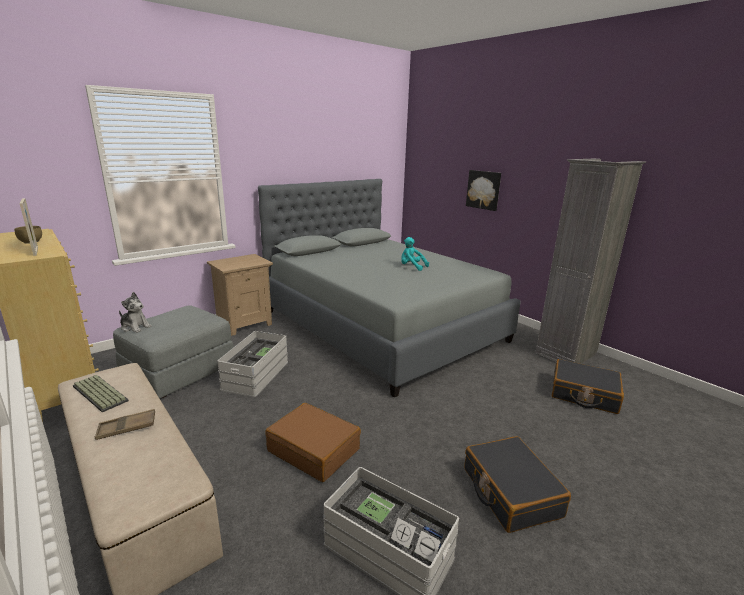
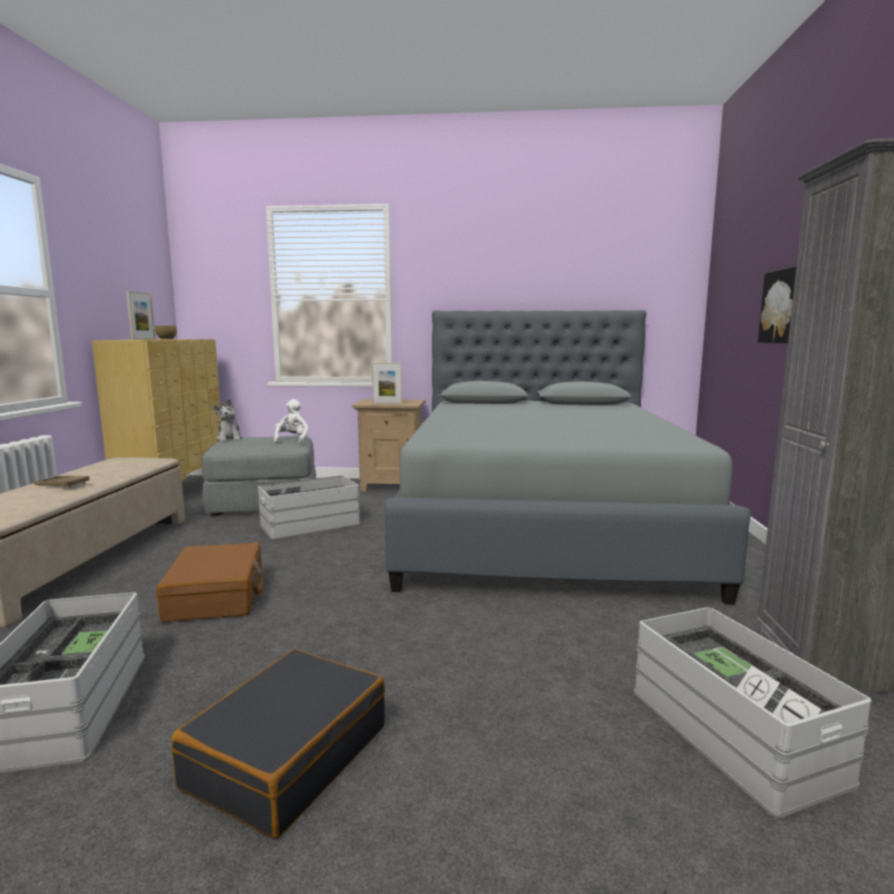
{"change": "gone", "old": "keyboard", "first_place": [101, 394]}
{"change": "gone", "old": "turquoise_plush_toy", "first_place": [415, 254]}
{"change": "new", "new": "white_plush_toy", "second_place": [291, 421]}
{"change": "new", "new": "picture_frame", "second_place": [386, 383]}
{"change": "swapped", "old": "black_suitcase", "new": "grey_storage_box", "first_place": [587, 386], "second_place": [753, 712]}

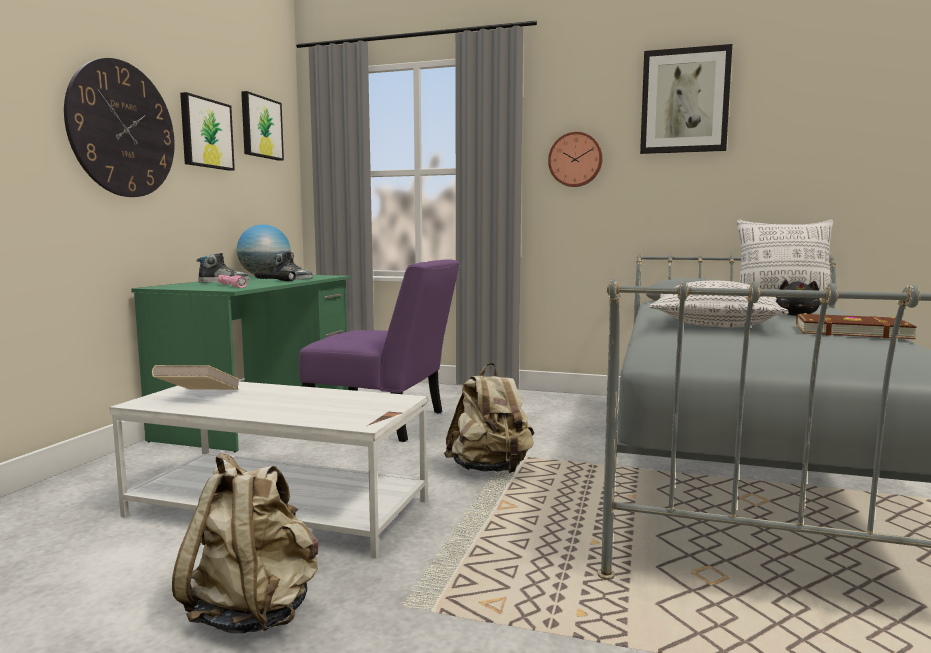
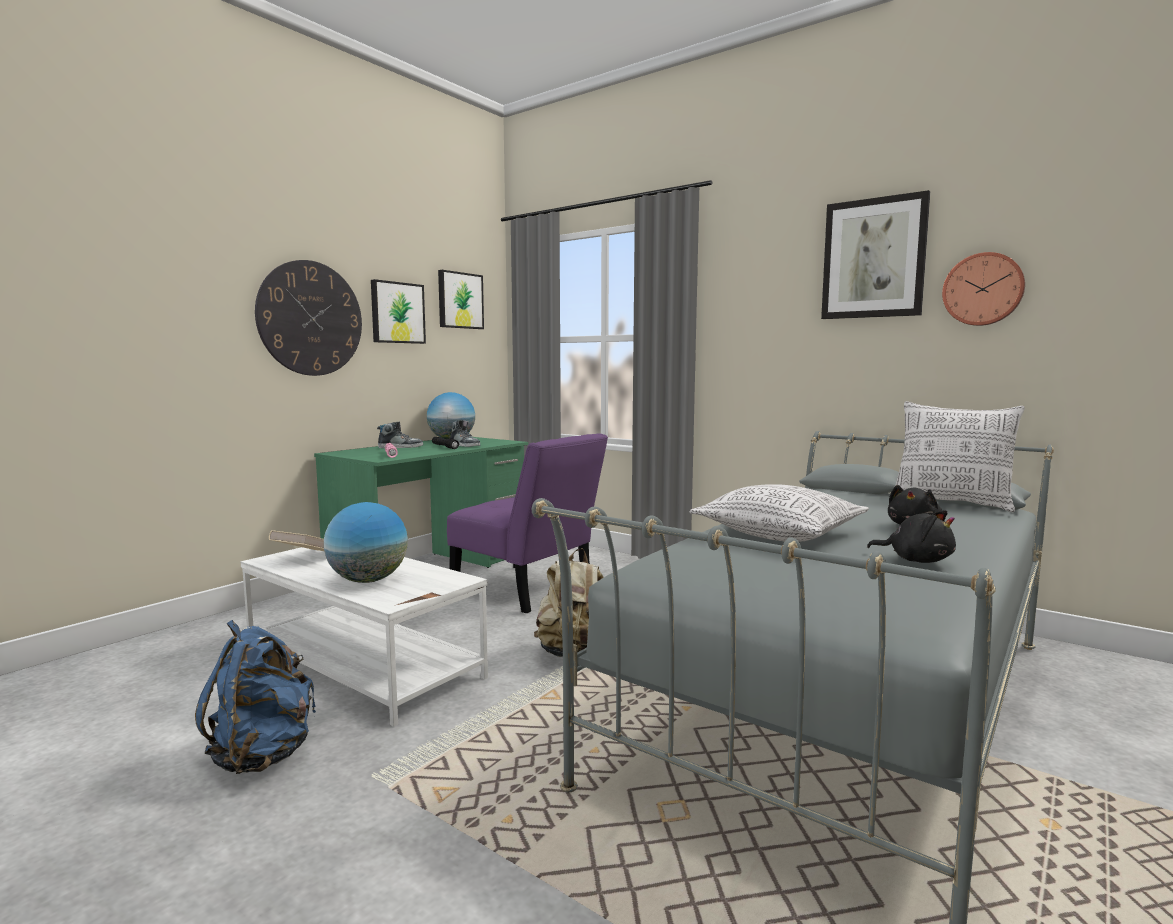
{"change": "new", "new": "globe", "second_place": [366, 542]}
{"change": "shifted", "old": "wall_clock", "first_place": [575, 159], "second_place": [983, 289]}
{"change": "swapped", "old": "brown_book", "new": "black_plush_toy", "first_place": [856, 326], "second_place": [911, 536]}
{"change": "repainted", "old": "beige_backpack", "new": "blue_backpack", "first_place": [245, 543], "second_place": [255, 697]}

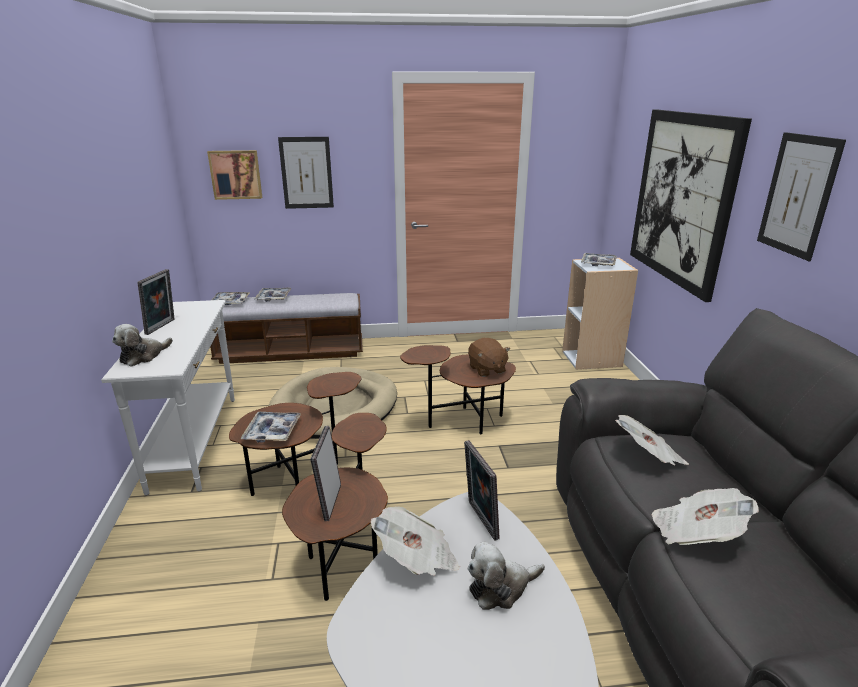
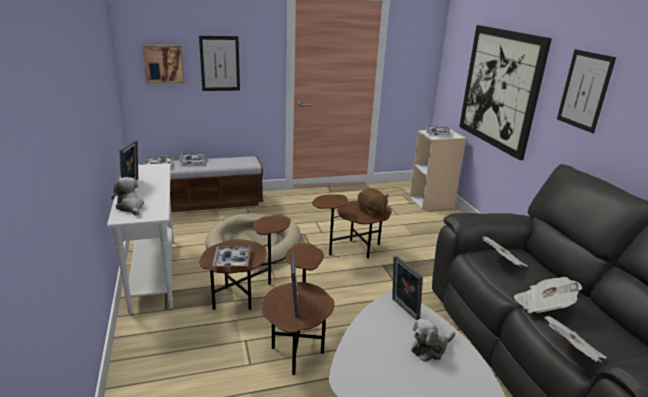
{"change": "shifted", "old": "newspaper", "first_place": [415, 541], "second_place": [576, 339]}
{"change": "rotated", "old": "plush_toy", "first_place": [142, 345], "second_place": [128, 196], "degrees": 120}

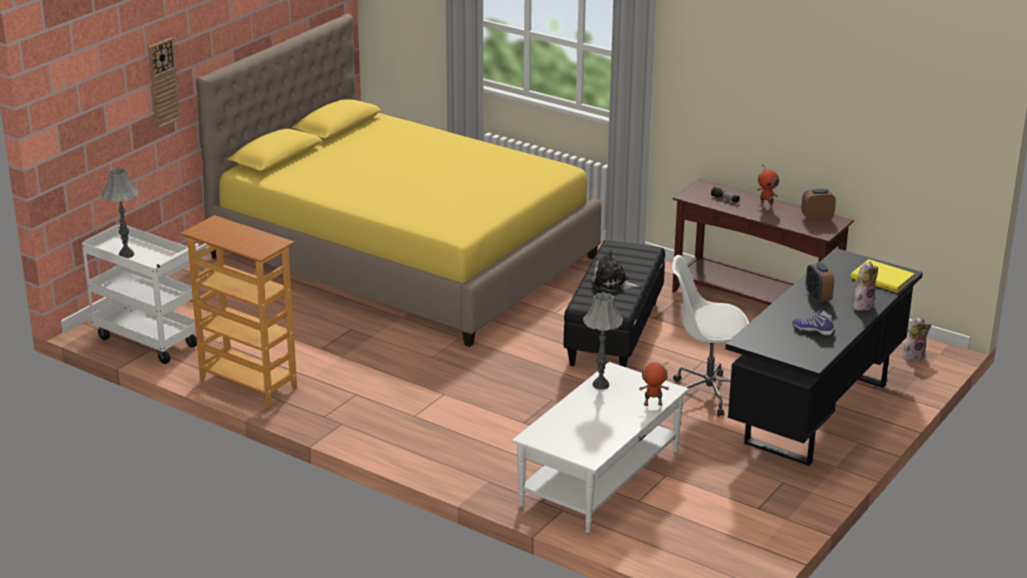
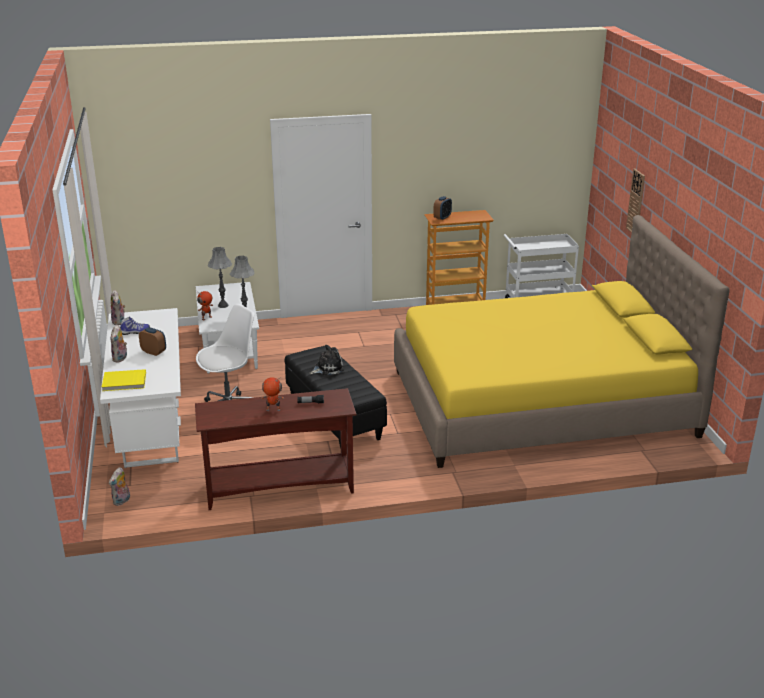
{"change": "new", "new": "plush_toy", "second_place": [118, 307]}
{"change": "shifted", "old": "grey_table_lamp", "first_place": [120, 213], "second_place": [220, 277]}
{"change": "shifted", "old": "alarm_clock", "first_place": [818, 205], "second_place": [442, 208]}
{"change": "repainted", "old": "black_desk", "new": "white_desk", "first_place": [824, 357], "second_place": [140, 388]}

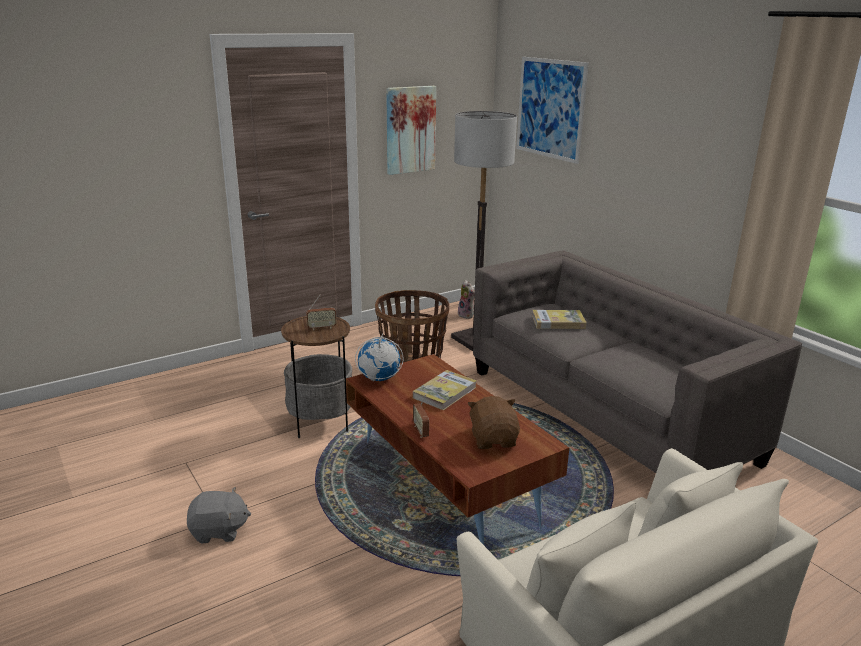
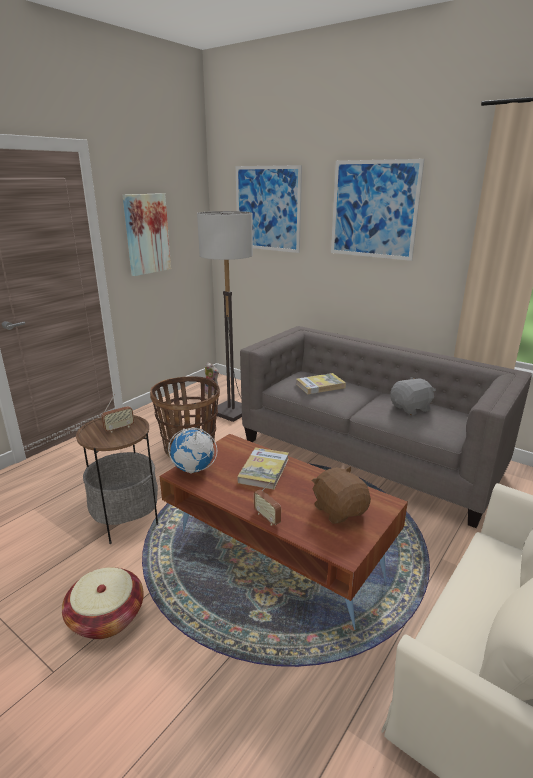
{"change": "new", "new": "basket", "second_place": [103, 603]}
{"change": "new", "new": "picture", "second_place": [378, 210]}
{"change": "shifted", "old": "grey_plush_toy", "first_place": [219, 515], "second_place": [413, 396]}

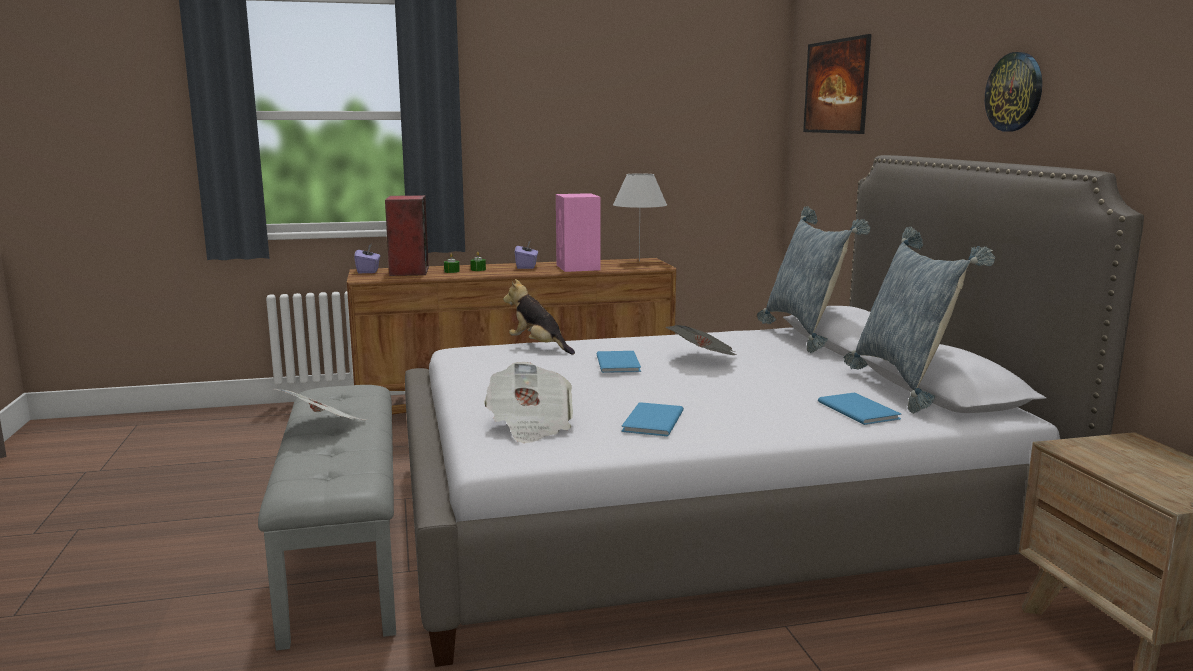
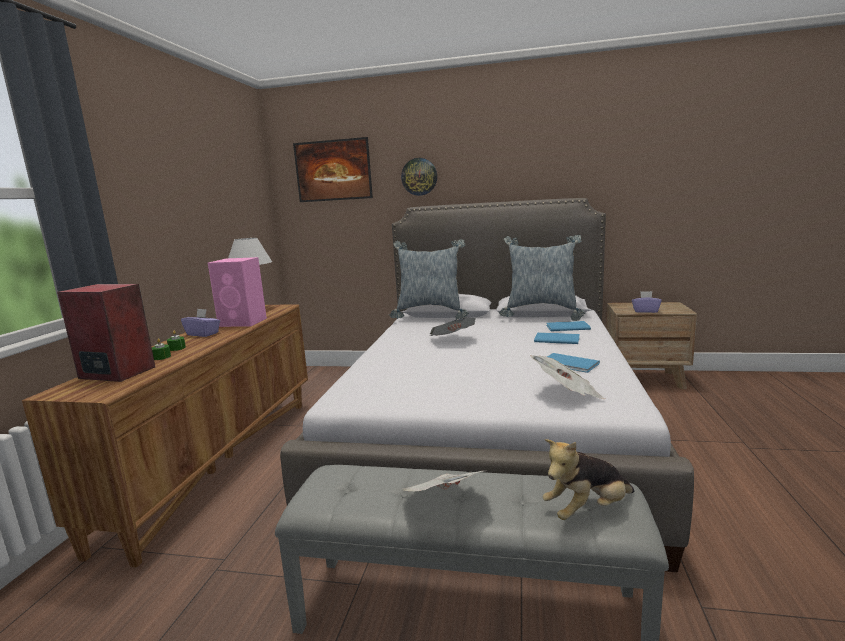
{"change": "shifted", "old": "purple_tissue_box", "first_place": [367, 258], "second_place": [647, 302]}
{"change": "shifted", "old": "plush_toy", "first_place": [539, 317], "second_place": [588, 479]}
{"change": "shifted", "old": "blue_book", "first_place": [618, 362], "second_place": [557, 338]}
{"change": "shifted", "old": "wall_clock", "first_place": [1013, 91], "second_place": [419, 177]}

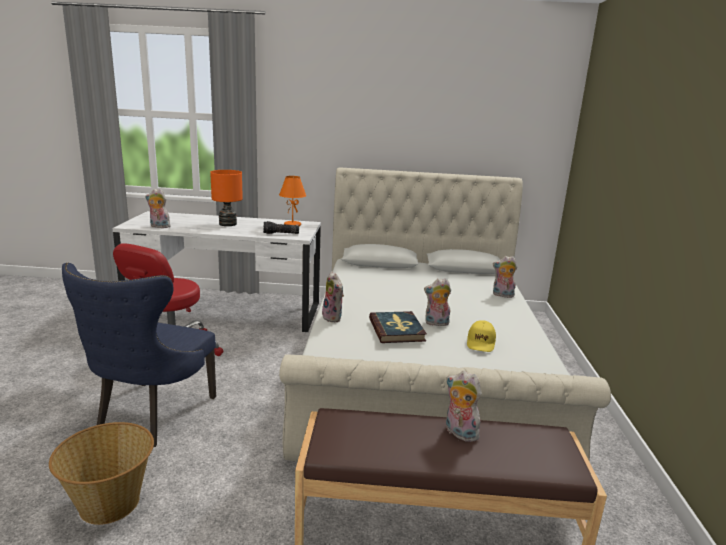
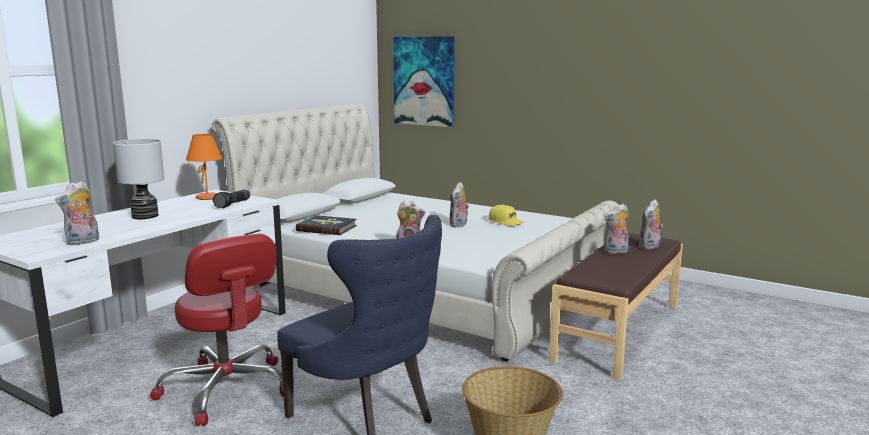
{"change": "new", "new": "picture", "second_place": [423, 82]}
{"change": "shifted", "old": "book", "first_place": [398, 327], "second_place": [326, 225]}
{"change": "shifted", "old": "plush_toy", "first_place": [505, 277], "second_place": [650, 224]}
{"change": "repainted", "old": "orange_table_lamp", "new": "grey_table_lamp", "first_place": [226, 198], "second_place": [138, 179]}

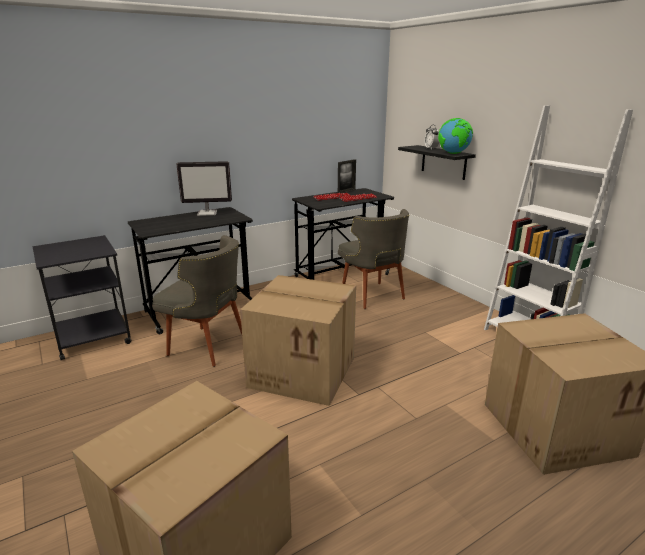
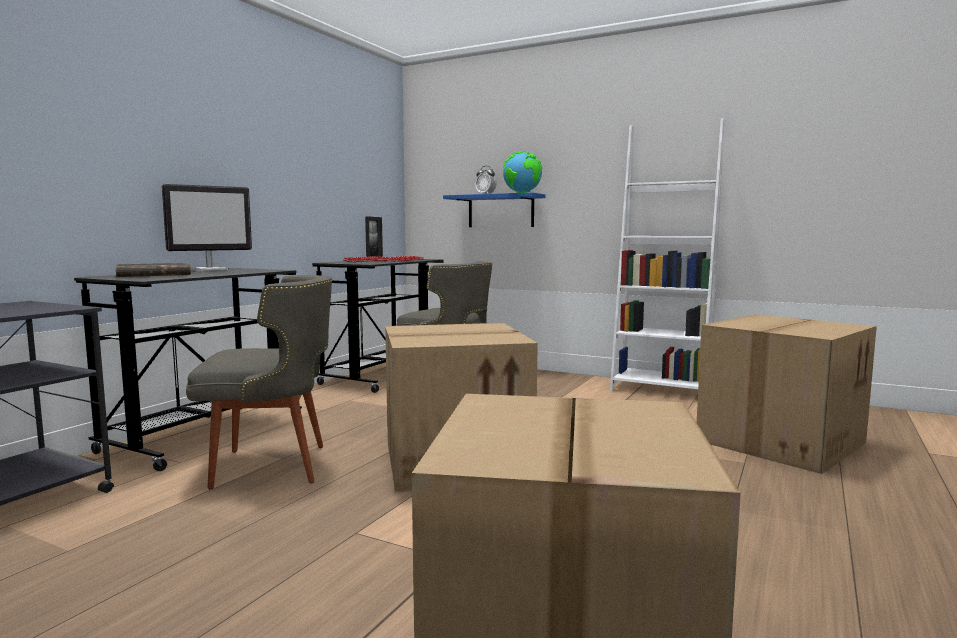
{"change": "new", "new": "brown_book", "second_place": [153, 270]}
{"change": "repainted", "old": "black_shelf", "new": "blue_shelf", "first_place": [437, 162], "second_place": [494, 209]}

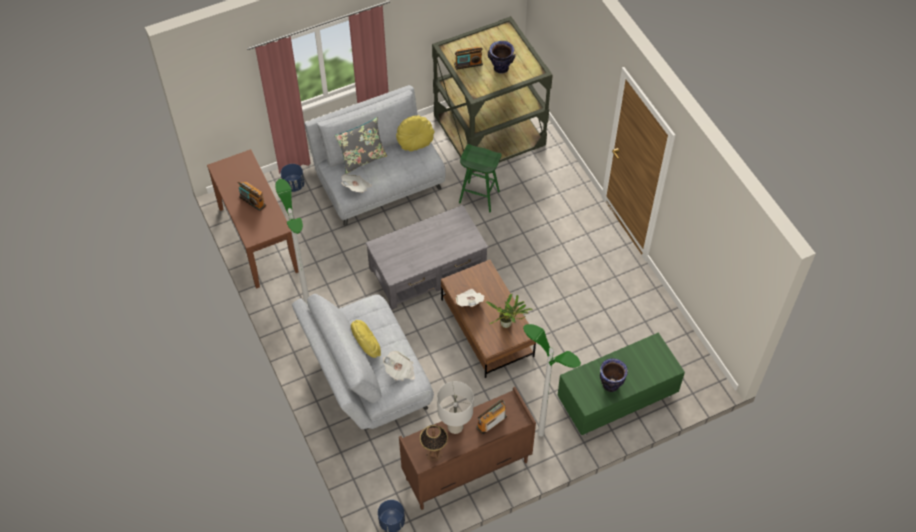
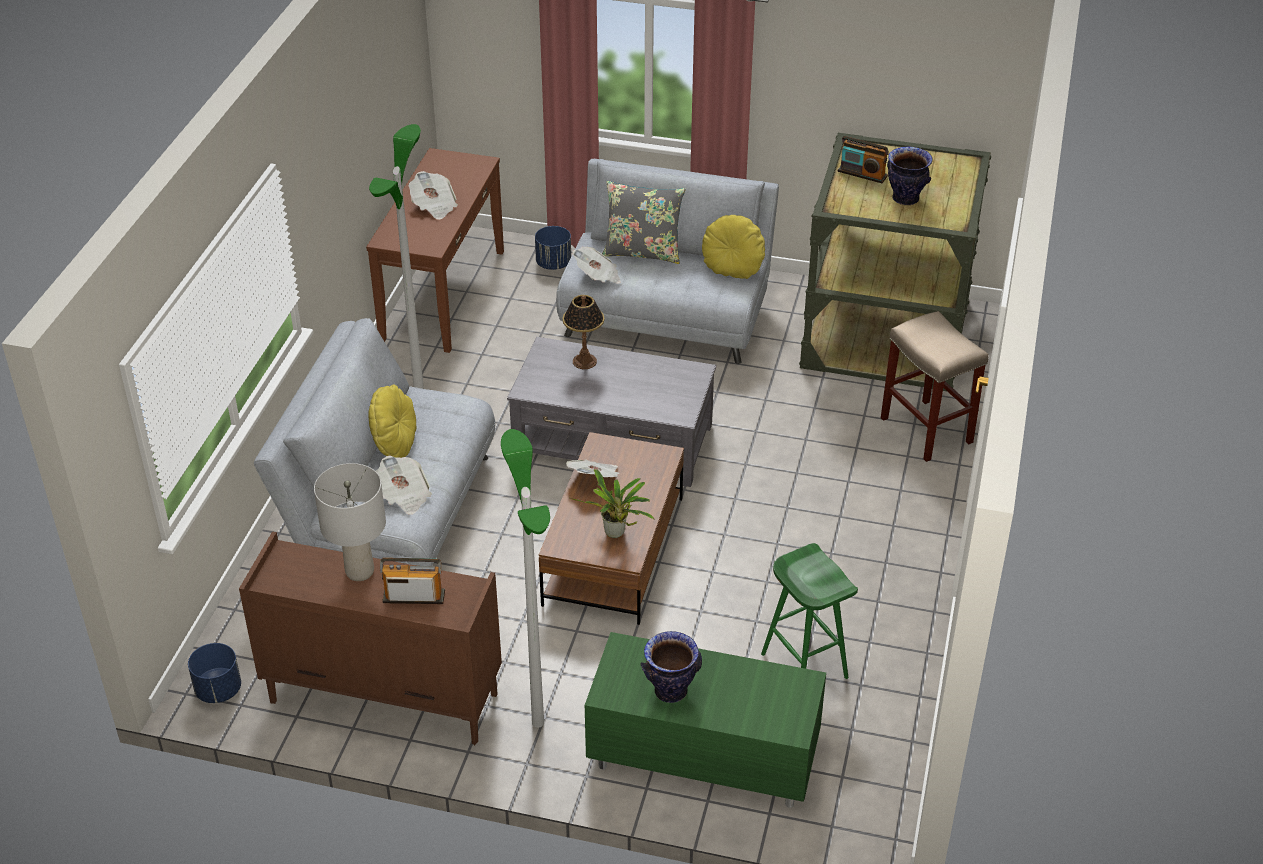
{"change": "new", "new": "beige_stool", "second_place": [934, 386]}
{"change": "shifted", "old": "table_lamp", "first_place": [434, 443], "second_place": [583, 332]}
{"change": "shifted", "old": "green_stool", "first_place": [480, 178], "second_place": [809, 611]}
{"change": "swapped", "old": "radio", "new": "newspaper", "first_place": [252, 196], "second_place": [433, 195]}

